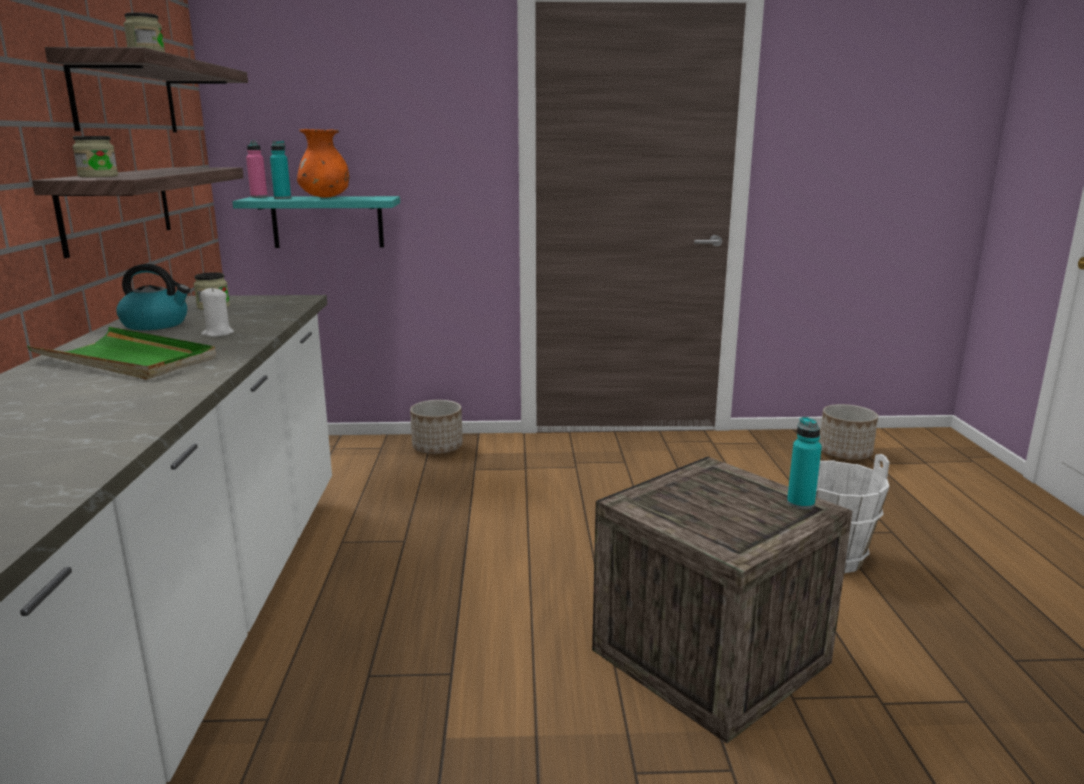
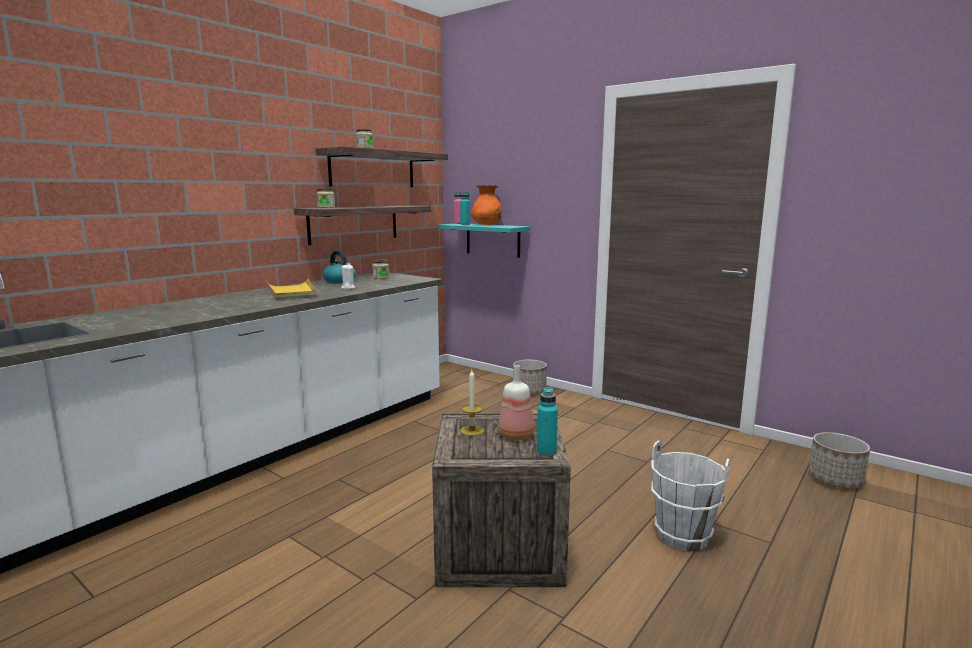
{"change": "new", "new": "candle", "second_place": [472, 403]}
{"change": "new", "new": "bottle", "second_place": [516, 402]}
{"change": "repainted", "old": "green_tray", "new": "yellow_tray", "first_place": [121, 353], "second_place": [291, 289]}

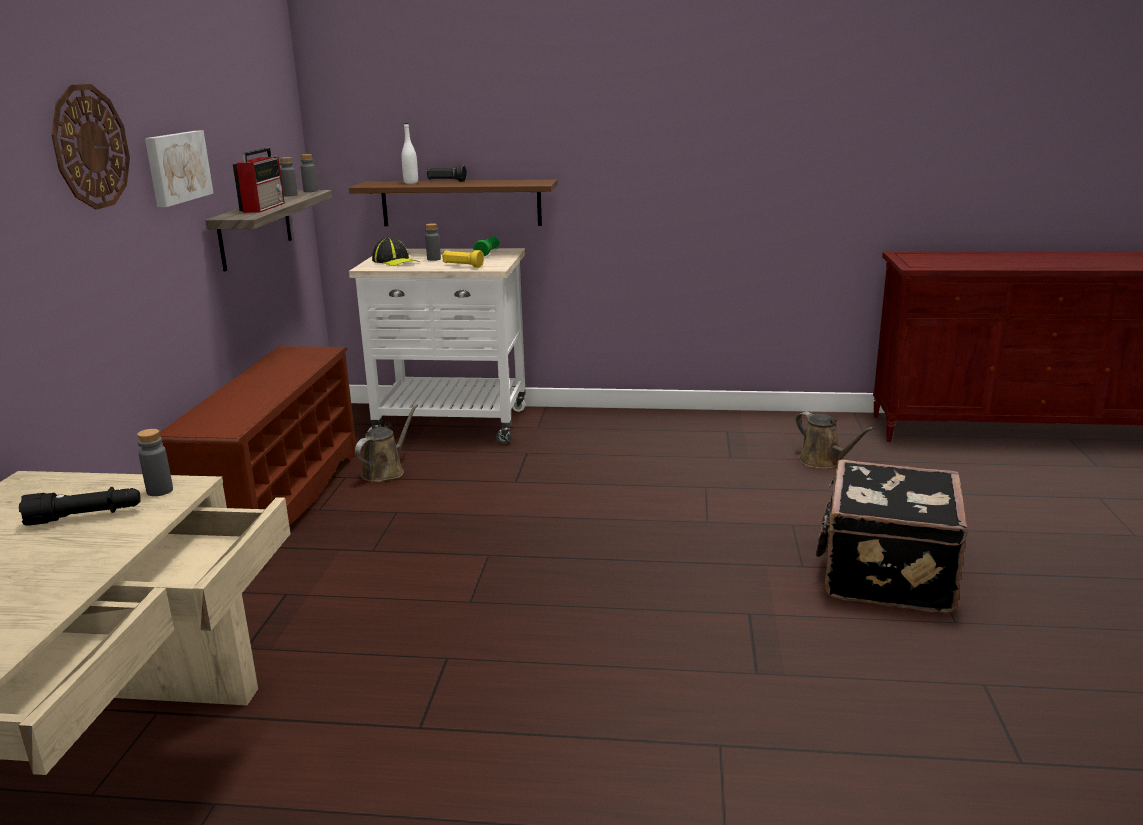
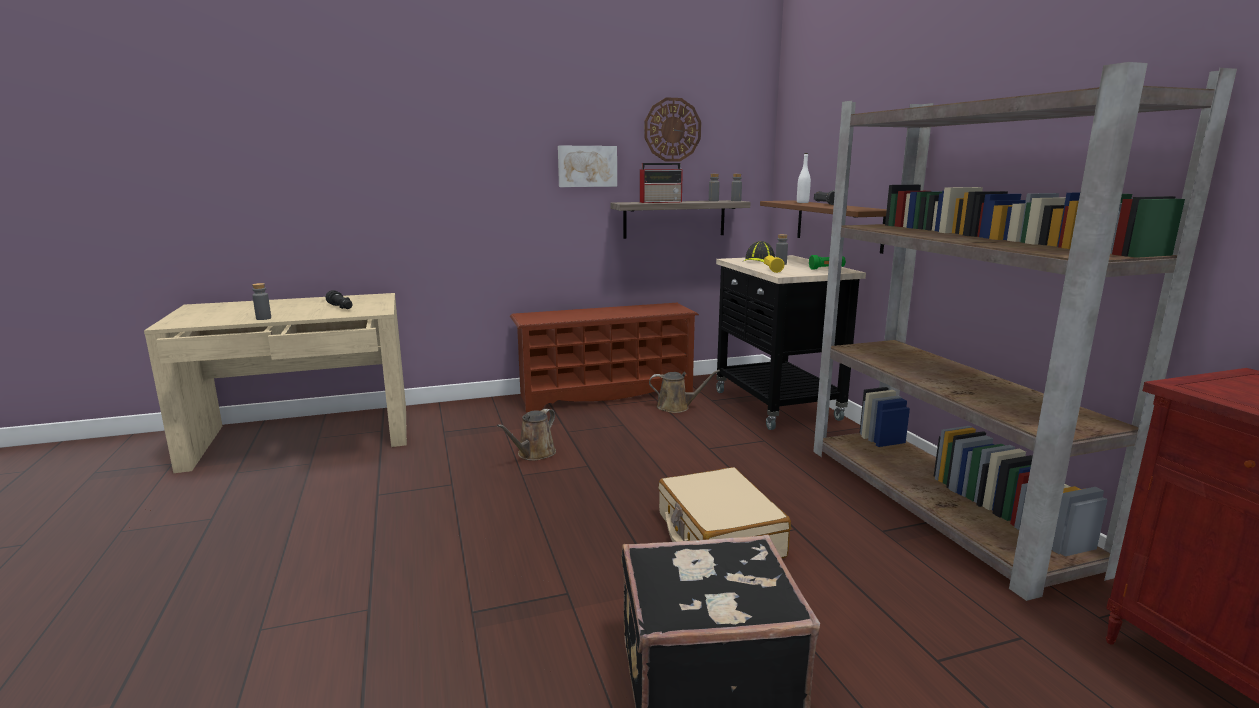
{"change": "new", "new": "beige_suitcase", "second_place": [724, 512]}
{"change": "new", "new": "brown_bookcase", "second_place": [1025, 331]}
{"change": "shifted", "old": "wall_clock", "first_place": [90, 146], "second_place": [672, 129]}
{"change": "shifted", "old": "grey_bottle", "first_place": [155, 462], "second_place": [261, 301]}
{"change": "shifted", "old": "brown_watering_can", "first_place": [834, 440], "second_place": [526, 435]}
{"change": "repainted", "old": "white_cart", "new": "black_cart", "first_place": [437, 346], "second_place": [791, 342]}

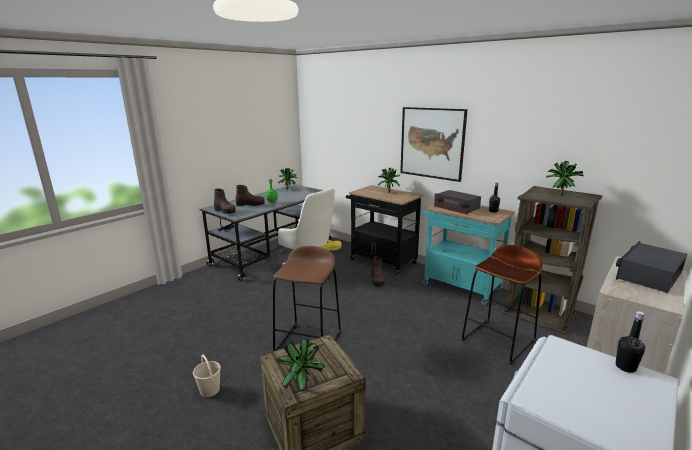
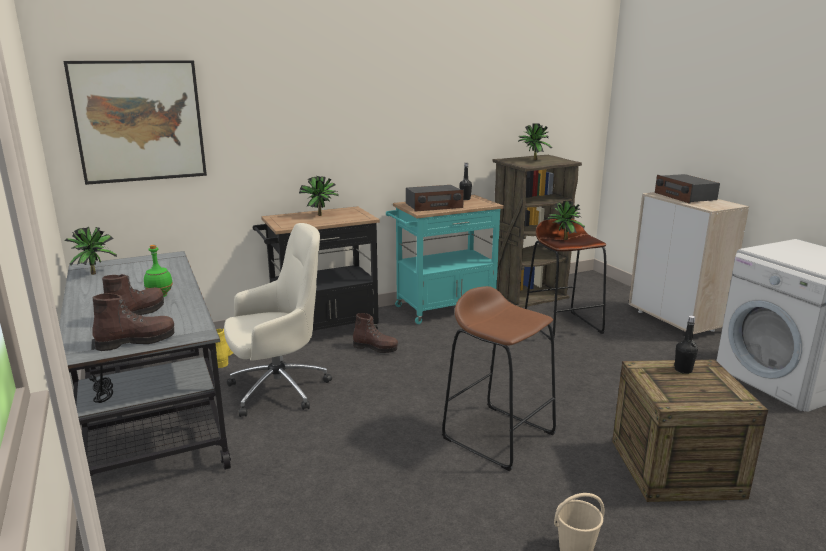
{"change": "shifted", "old": "potted_plant", "first_place": [301, 365], "second_place": [566, 220]}
{"change": "shifted", "old": "picture", "first_place": [434, 144], "second_place": [135, 122]}
{"change": "shifted", "old": "black_bottle", "first_place": [630, 342], "second_place": [686, 344]}

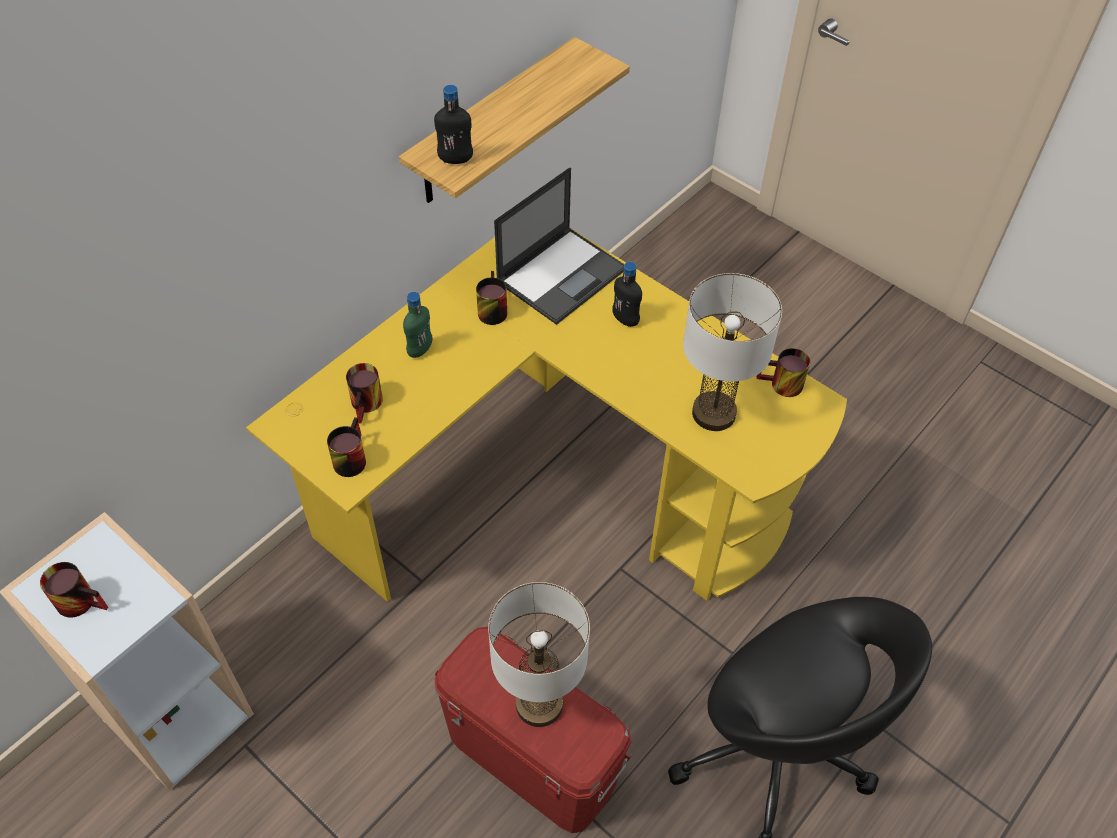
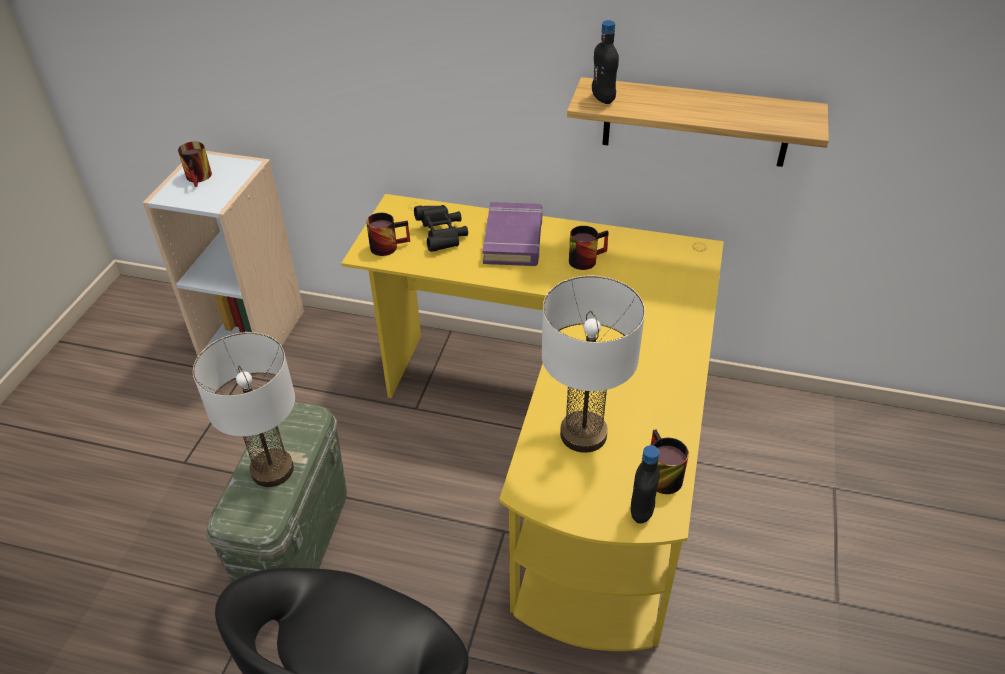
{"change": "gone", "old": "laptop", "first_place": [559, 246]}
{"change": "shifted", "old": "black_bottle", "first_place": [627, 294], "second_place": [645, 484]}
{"change": "swapped", "old": "mug", "new": "black_binoculars", "first_place": [364, 393], "second_place": [441, 228]}
{"change": "swapped", "old": "green_bottle", "new": "purple_book", "first_place": [417, 325], "second_place": [513, 234]}
{"change": "repainted", "old": "red_storage_box", "new": "green_storage_box", "first_place": [533, 730], "second_place": [276, 492]}

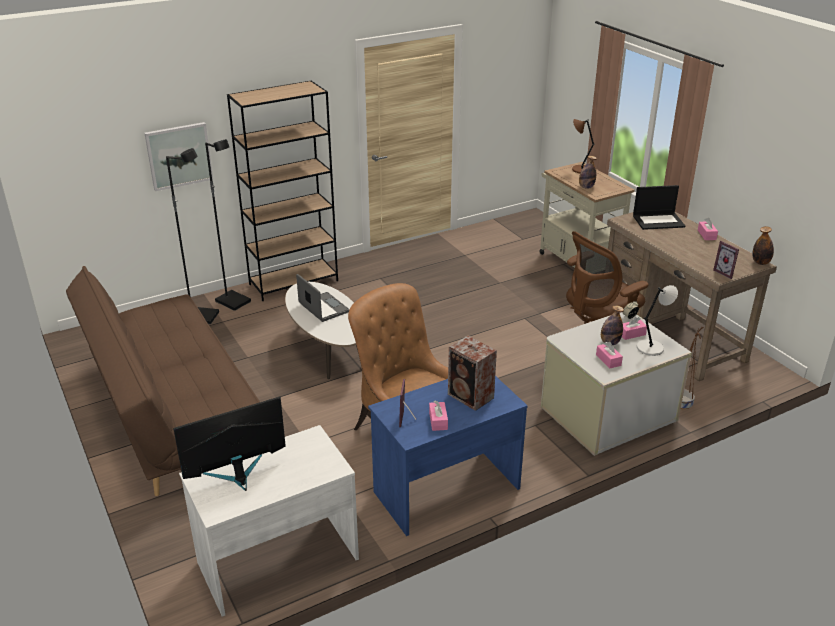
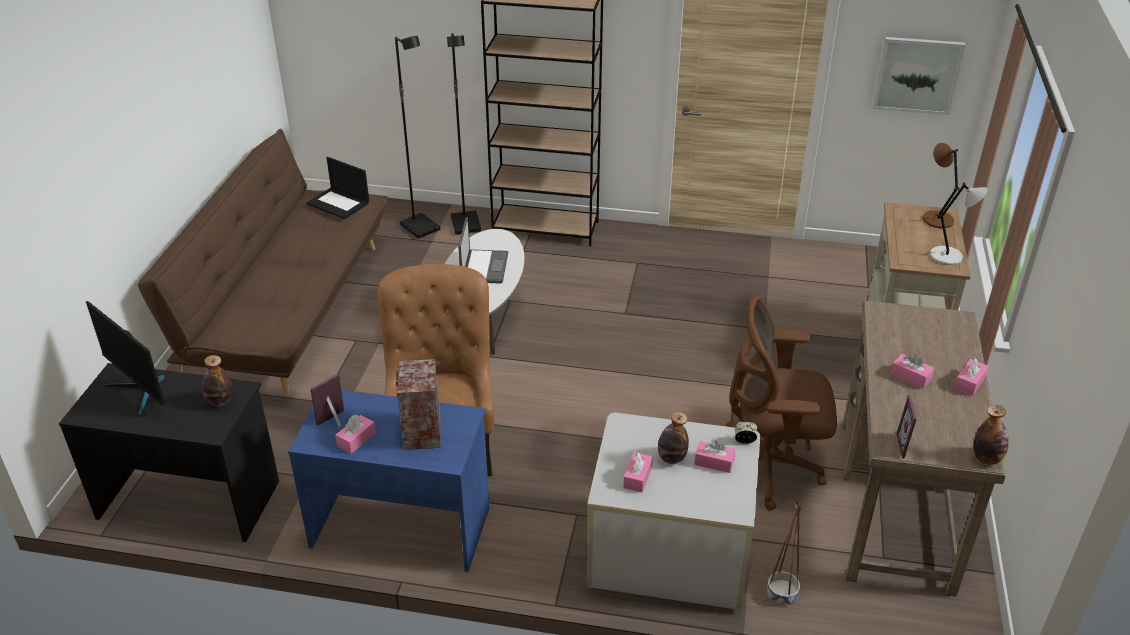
{"change": "new", "new": "pink_tissue_box", "second_place": [912, 371]}
{"change": "shifted", "old": "picture", "first_place": [178, 156], "second_place": [919, 76]}
{"change": "shifted", "old": "bottle", "first_place": [588, 172], "second_place": [217, 381]}
{"change": "shifted", "old": "laptop", "first_place": [659, 207], "second_place": [337, 188]}
{"change": "shifted", "old": "grey_table_lamp", "first_place": [657, 320], "second_place": [958, 223]}
{"change": "repainted", "old": "white_desk", "new": "black_desk", "first_place": [269, 520], "second_place": [169, 452]}
{"change": "rotated", "old": "monitor", "first_place": [229, 444], "second_place": [125, 358], "degrees": -150}

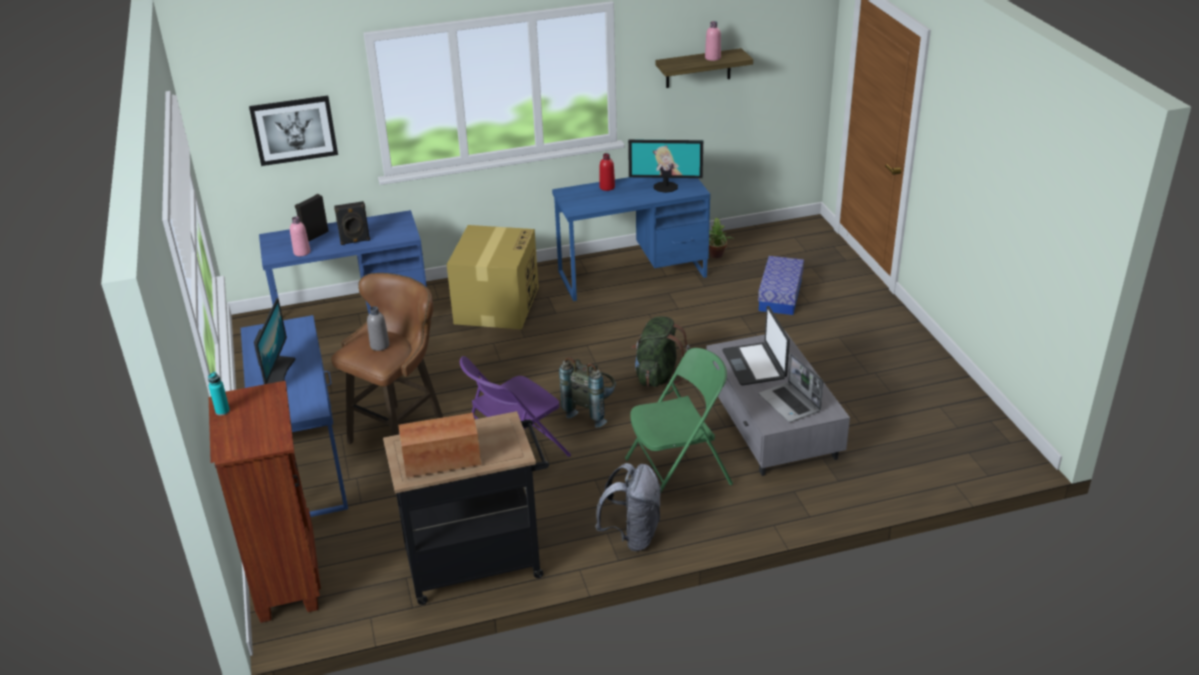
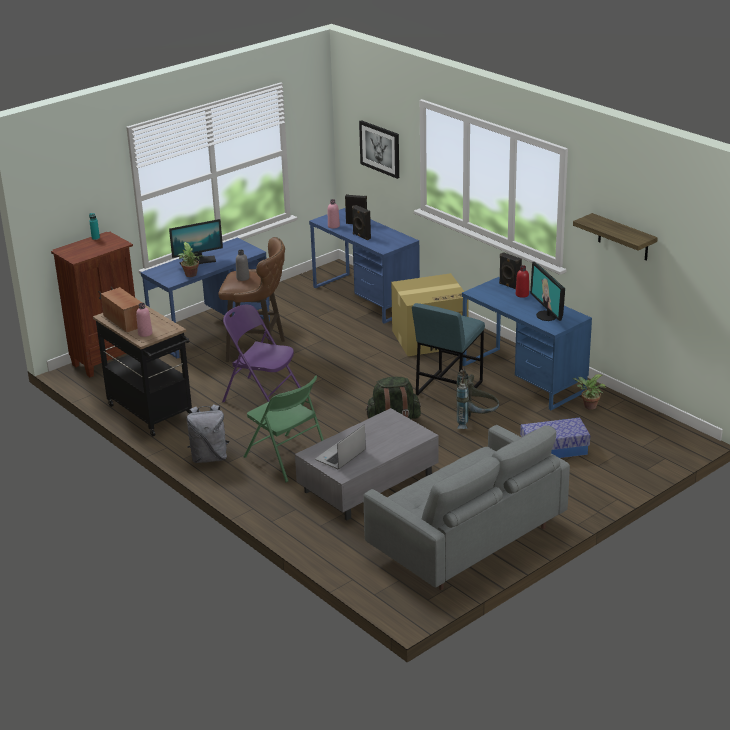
{"change": "gone", "old": "laptop", "first_place": [756, 345]}
{"change": "new", "new": "potted_plant", "second_place": [191, 259]}
{"change": "new", "new": "grey_sofa", "second_place": [467, 507]}
{"change": "new", "new": "blue_stool", "second_place": [448, 349]}
{"change": "new", "new": "black_speaker", "second_place": [510, 271]}
{"change": "shifted", "old": "grey_backpack", "first_place": [587, 392], "second_place": [478, 398]}
{"change": "shifted", "old": "pink_bottle", "first_place": [713, 41], "second_place": [144, 320]}

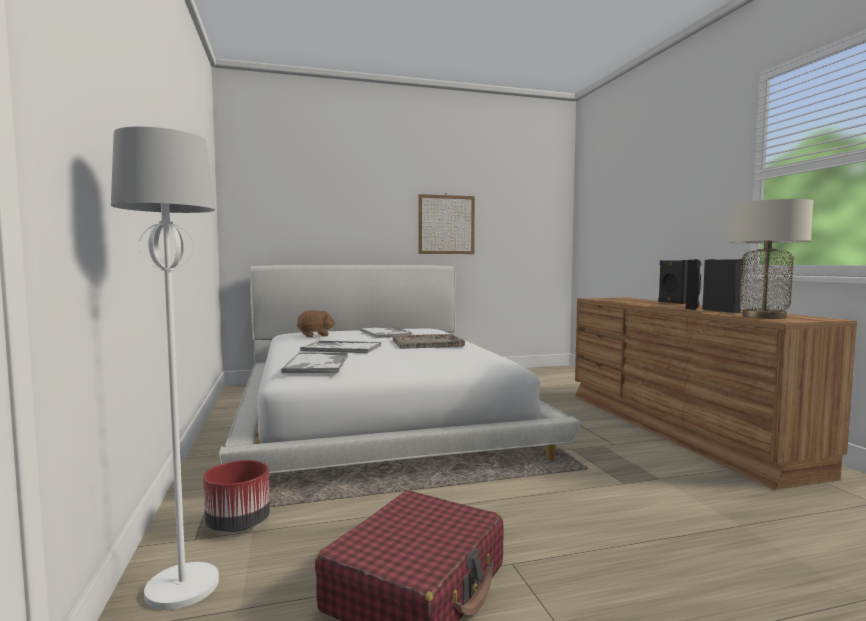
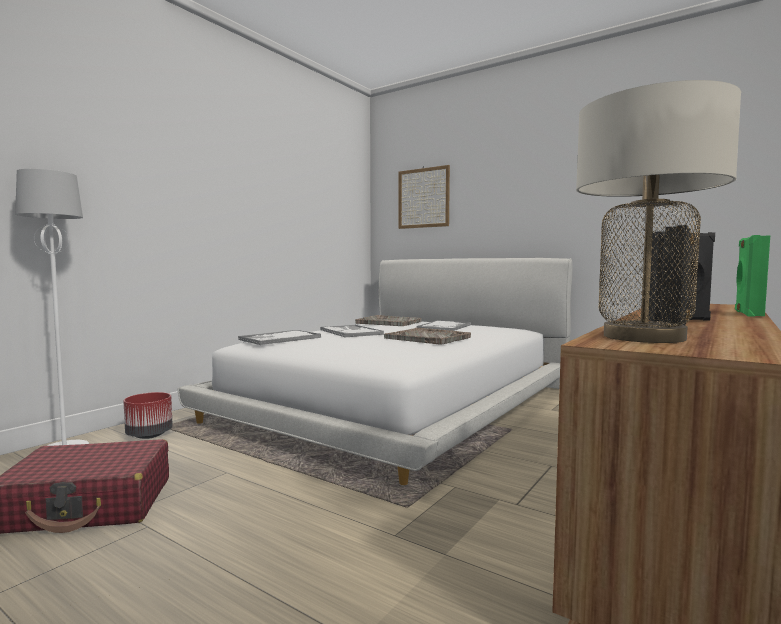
{"change": "shifted", "old": "picture", "first_place": [446, 223], "second_place": [424, 197]}
{"change": "swapped", "old": "brown_plush_toy", "new": "grey_tray", "first_place": [316, 323], "second_place": [388, 320]}
{"change": "repainted", "old": "black_speaker", "new": "green_speaker", "first_place": [673, 282], "second_place": [752, 276]}

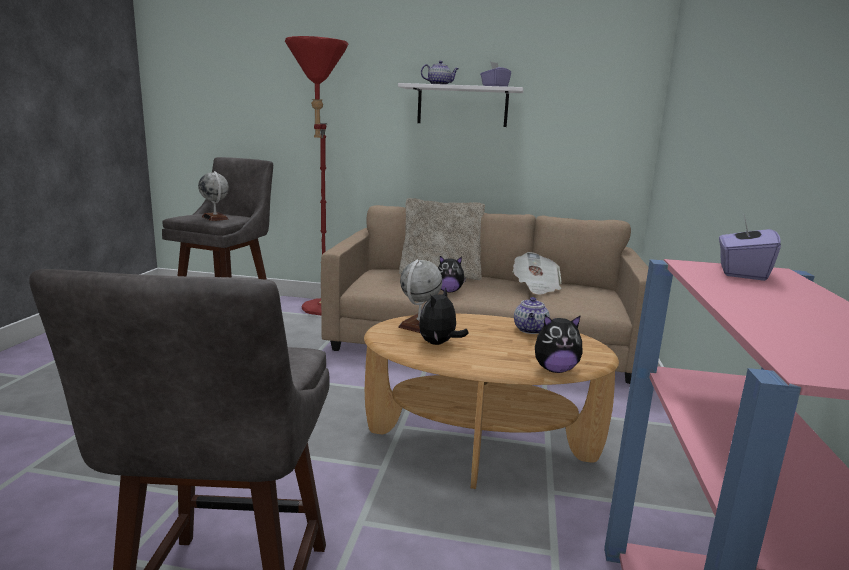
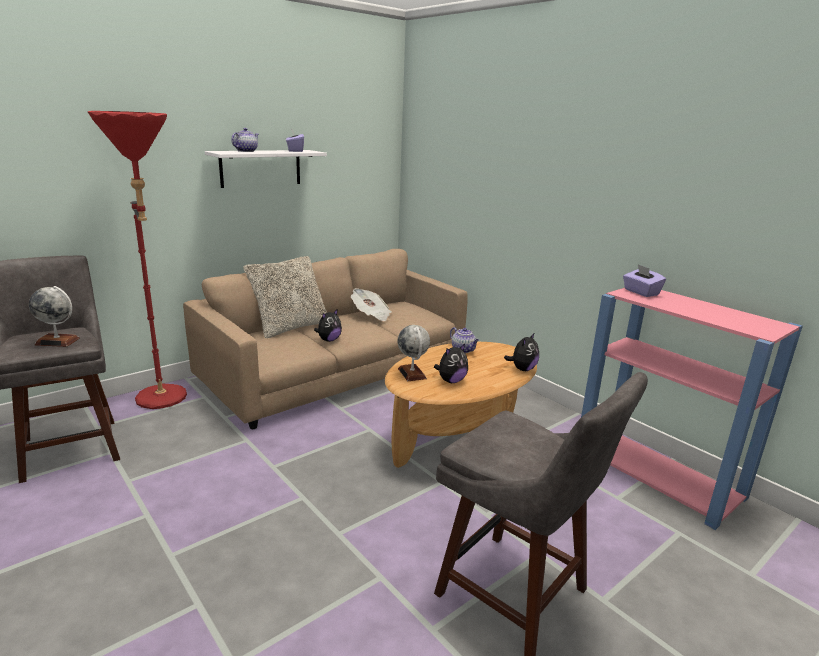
{"change": "rotated", "old": "plush_toy", "first_place": [444, 316], "second_place": [451, 363], "degrees": -105}

